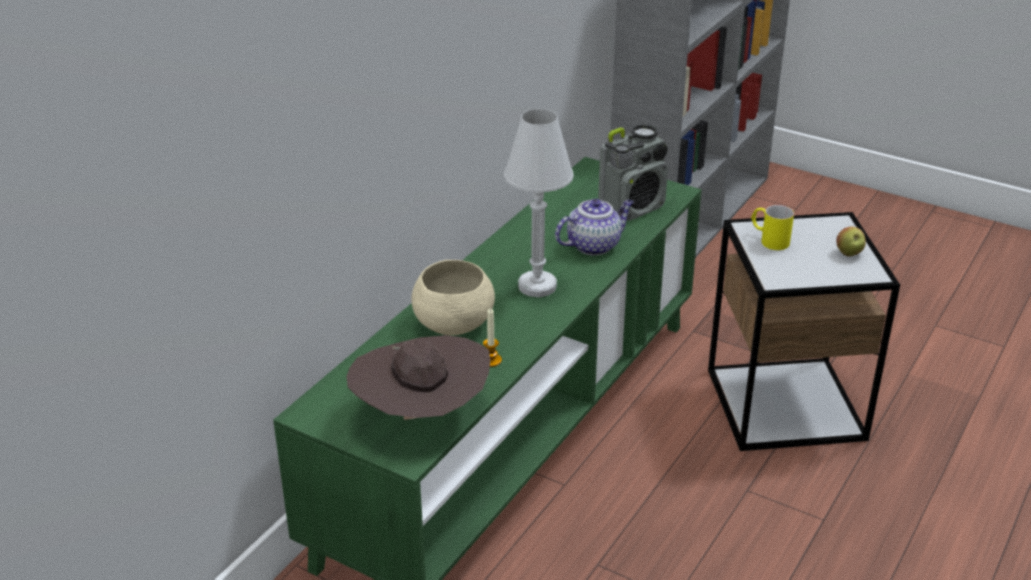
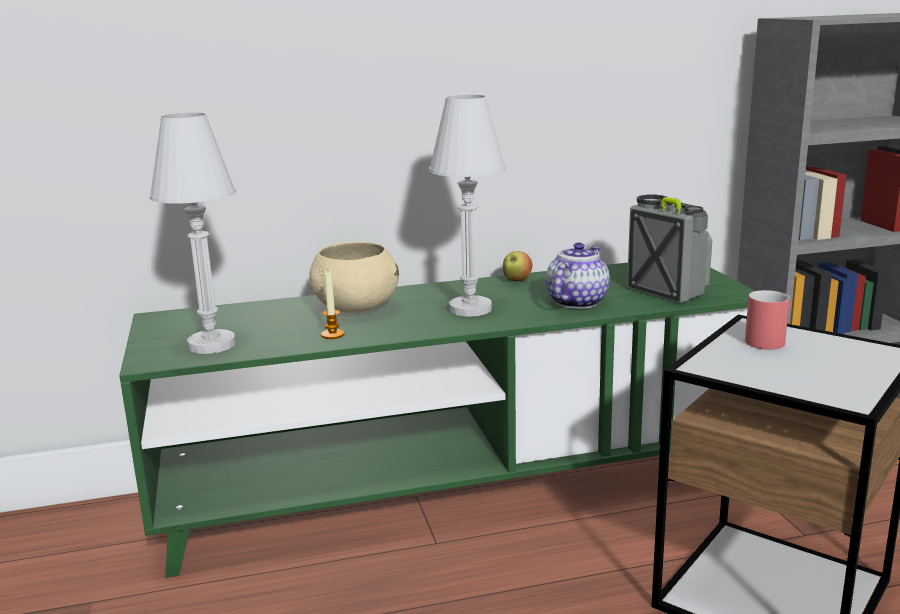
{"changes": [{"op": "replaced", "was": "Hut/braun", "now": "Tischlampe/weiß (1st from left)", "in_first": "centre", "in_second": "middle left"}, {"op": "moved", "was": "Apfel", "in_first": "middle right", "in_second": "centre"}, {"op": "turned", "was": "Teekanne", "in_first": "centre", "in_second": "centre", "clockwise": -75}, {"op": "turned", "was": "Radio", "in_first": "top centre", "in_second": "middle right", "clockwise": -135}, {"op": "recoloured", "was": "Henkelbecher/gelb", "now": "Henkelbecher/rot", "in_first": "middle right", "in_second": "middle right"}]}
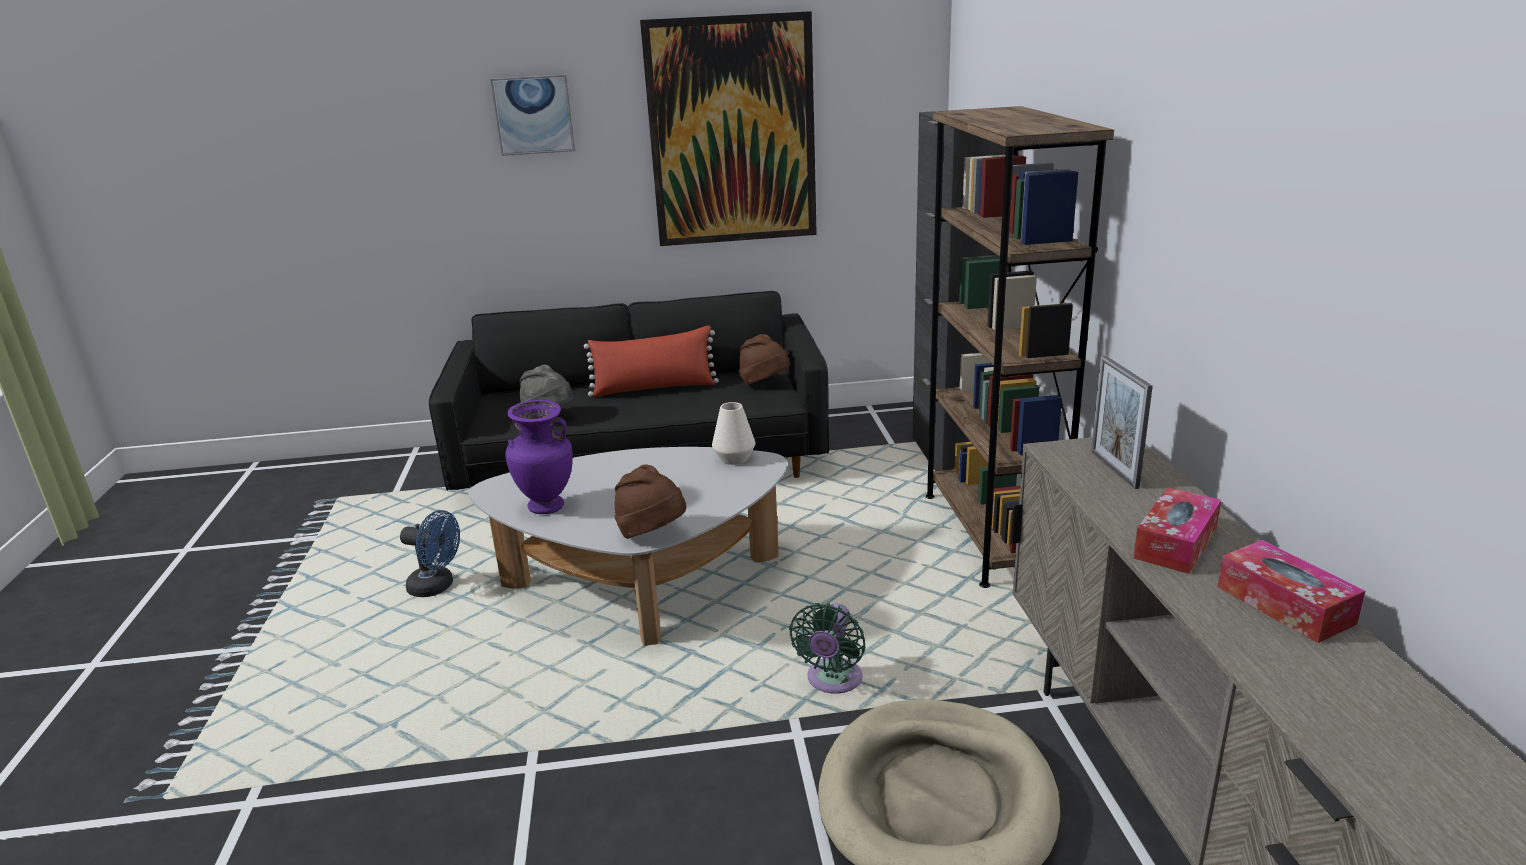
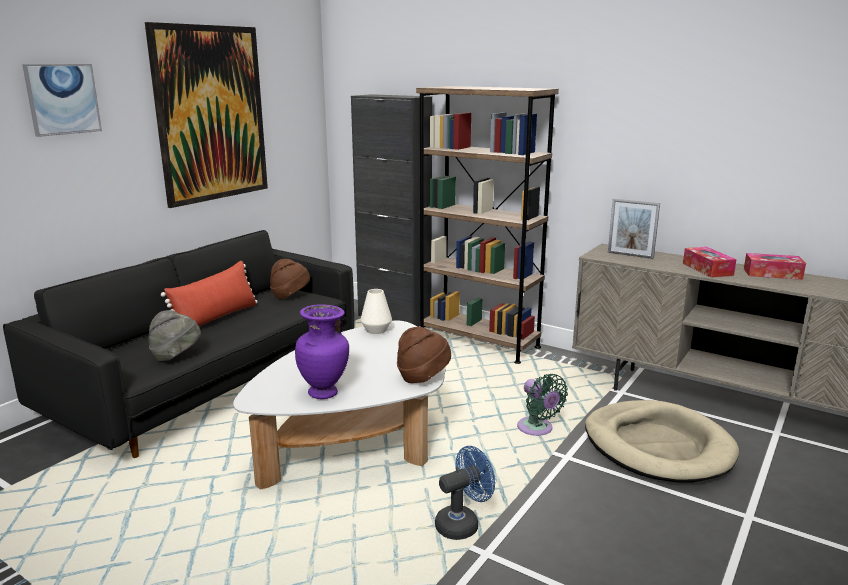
{"changes": [{"op": "moved", "was": "Ventilator/blau", "in_first": "middle left", "in_second": "bottom centre"}]}
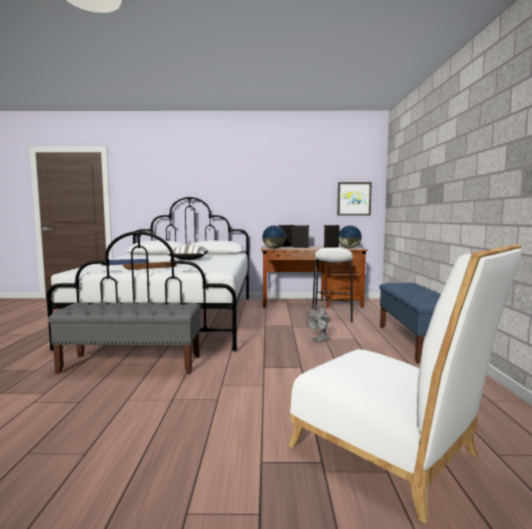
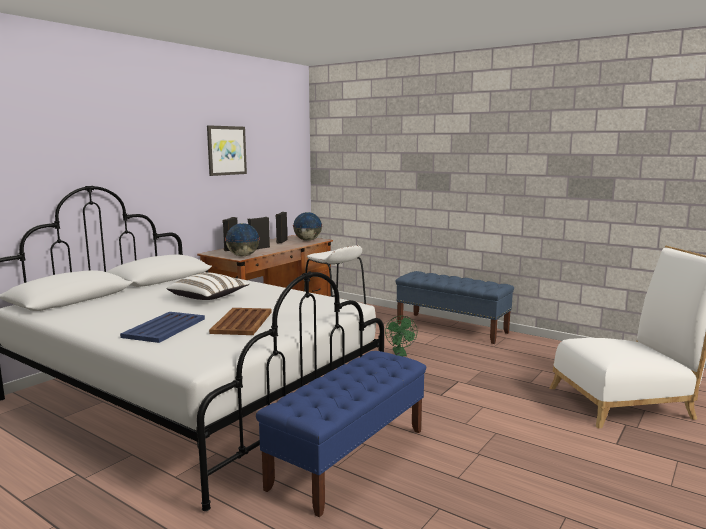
{"changes": [{"op": "moved", "was": "Bild", "in_first": "centre", "in_second": "top left"}, {"op": "recoloured", "was": "Bank/grau", "now": "Bank/blau (1st from left)", "in_first": "middle left", "in_second": "bottom centre"}, {"op": "recoloured", "was": "Ventilator/grau", "now": "Ventilator/grün", "in_first": "centre", "in_second": "centre"}]}
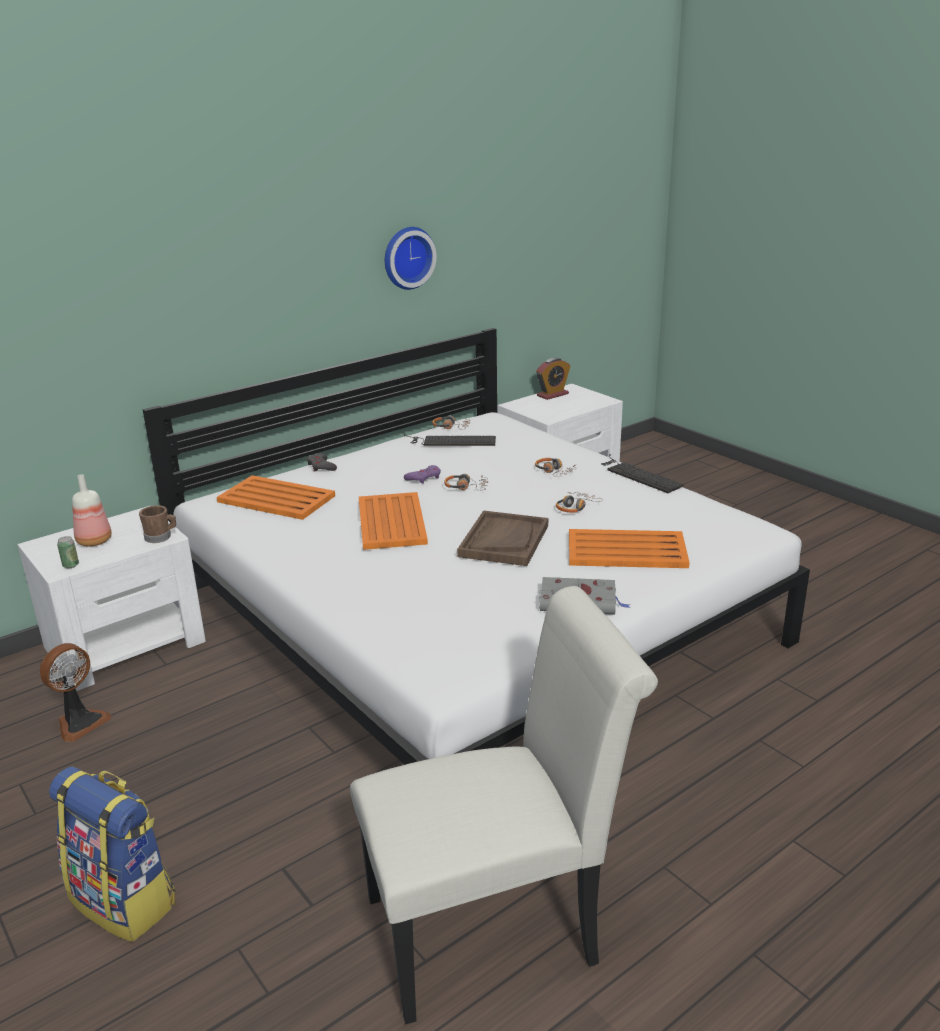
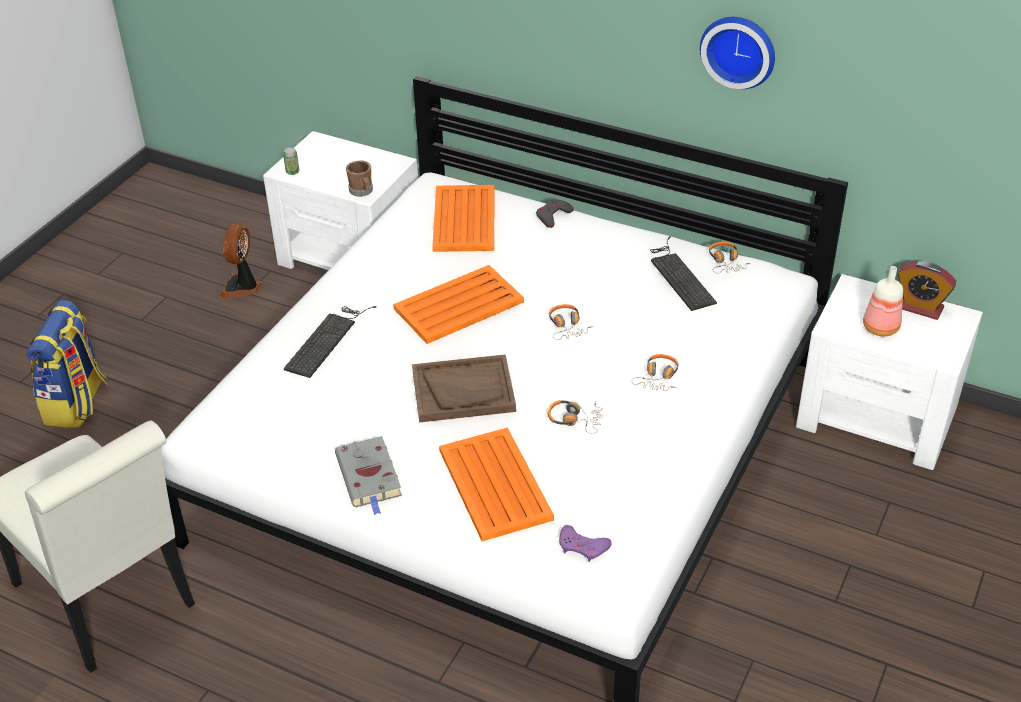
{"changes": [{"op": "turned", "was": "Ventilator", "in_first": "bottom left", "in_second": "middle left", "clockwise": 90}, {"op": "moved", "was": "Tastatur (2nd from left in the first image)", "now": "Tastatur (1st from left)", "in_first": "middle right", "in_second": "middle left"}, {"op": "moved", "was": "Gamepad/lila", "in_first": "centre", "in_second": "bottom centre"}, {"op": "moved", "was": "Flasche", "in_first": "middle left", "in_second": "middle right"}]}
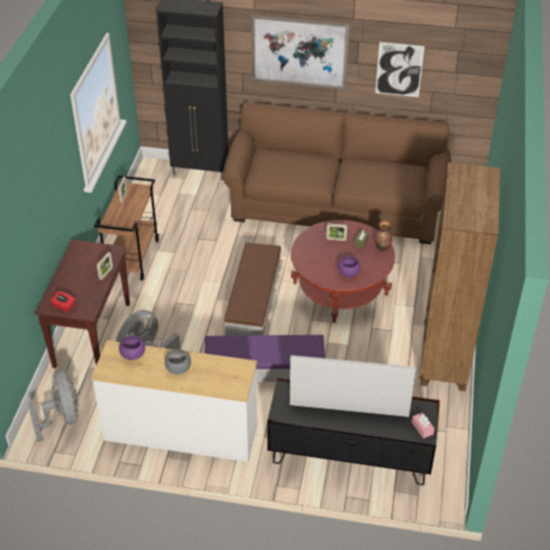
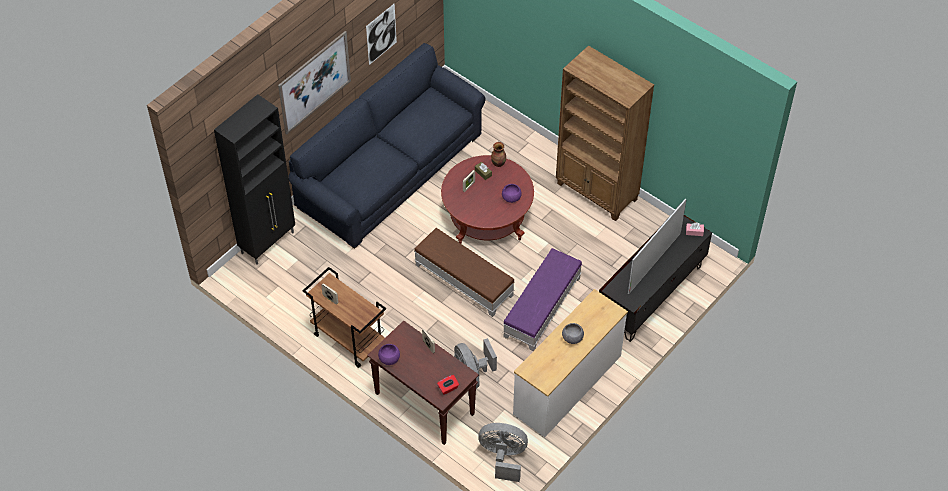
{"changes": [{"op": "recoloured", "was": "Sofa/braun", "now": "Sofa/blau", "in_first": "top centre", "in_second": "top centre"}, {"op": "moved", "was": "Schüssel/lila (1st from left)", "in_first": "middle left", "in_second": "bottom centre"}]}
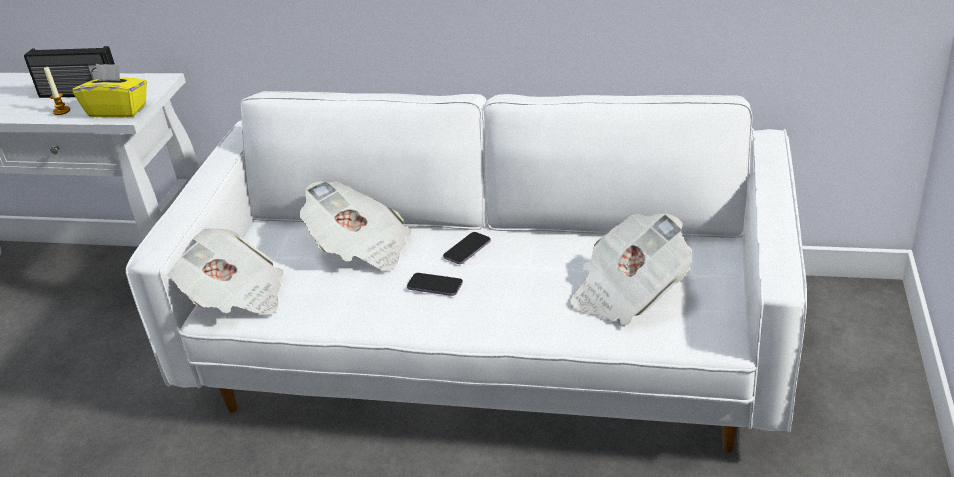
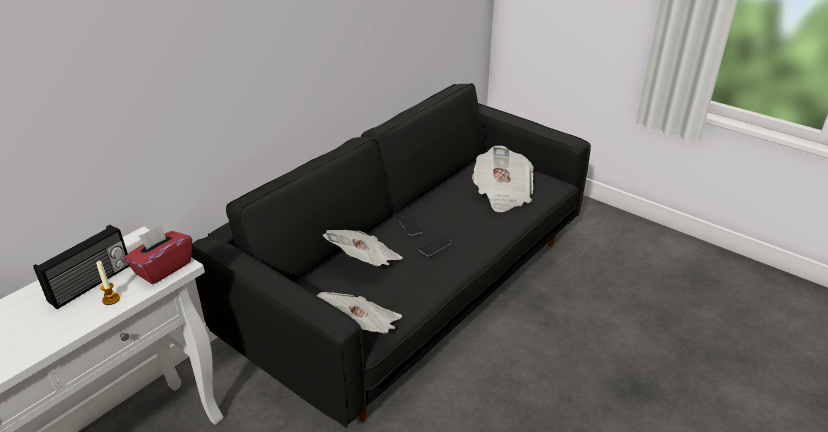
{"changes": [{"op": "recoloured", "was": "Taschentuchbox/gelb", "now": "Taschentuchbox/rot", "in_first": "top left", "in_second": "middle left"}, {"op": "recoloured", "was": "Sofa/weiß", "now": "Sofa/schwarz", "in_first": "centre", "in_second": "centre"}]}
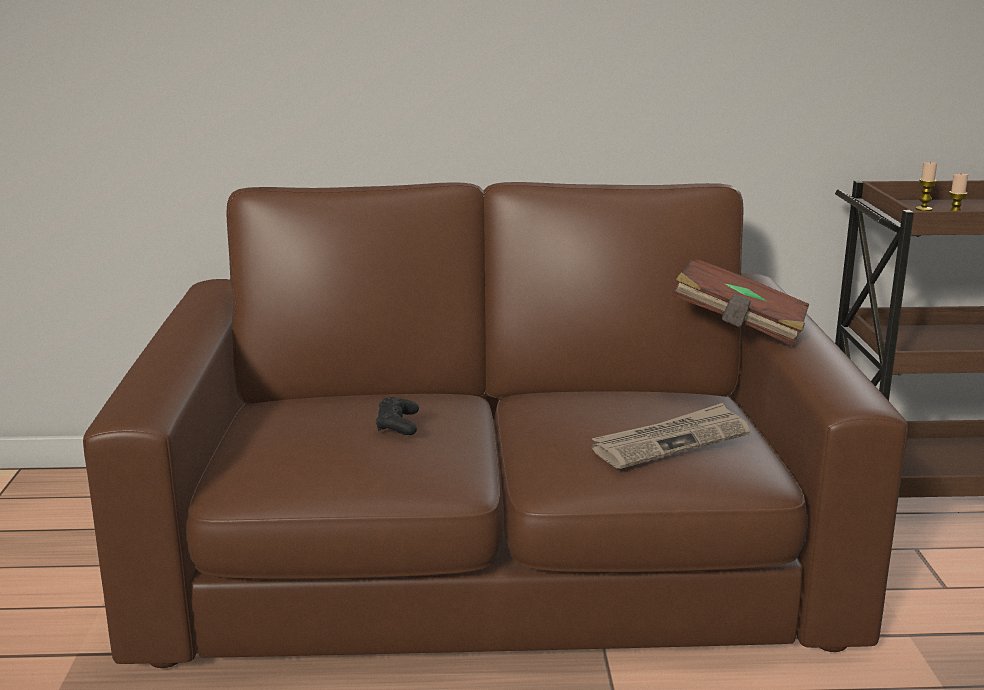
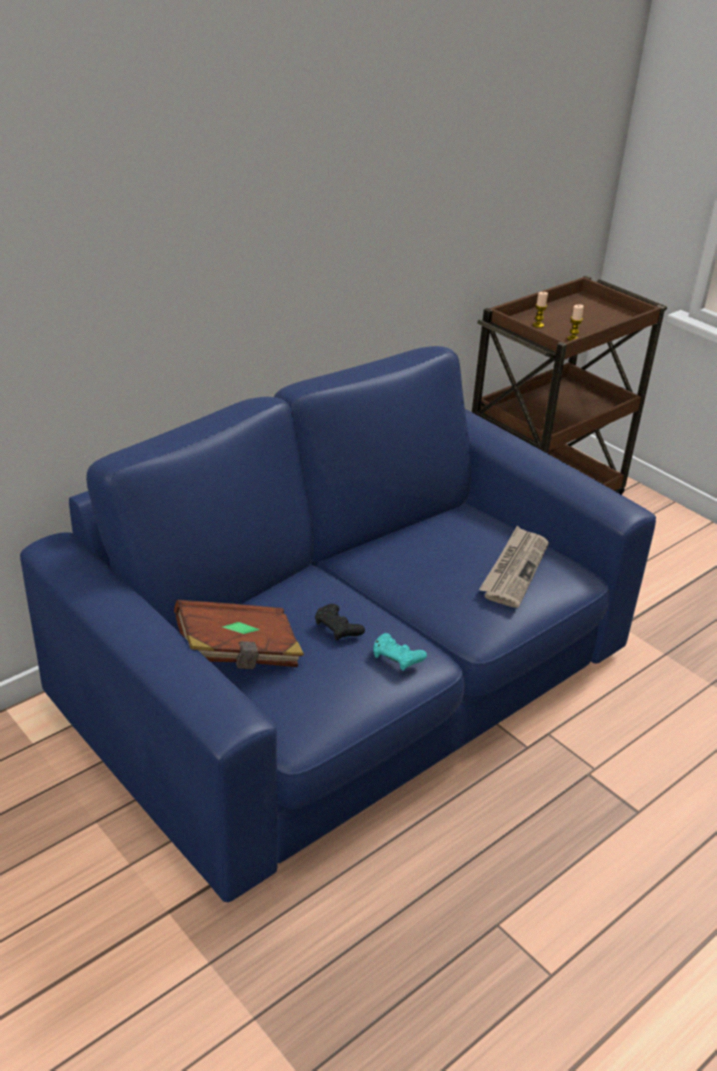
{"changes": [{"op": "recoloured", "was": "Sofa/braun", "now": "Sofa/blau", "in_first": "centre", "in_second": "centre"}, {"op": "moved", "was": "Buch/braun", "in_first": "middle right", "in_second": "centre"}, {"op": "added", "now": "Gamepad/türkis", "in_second": "centre"}]}
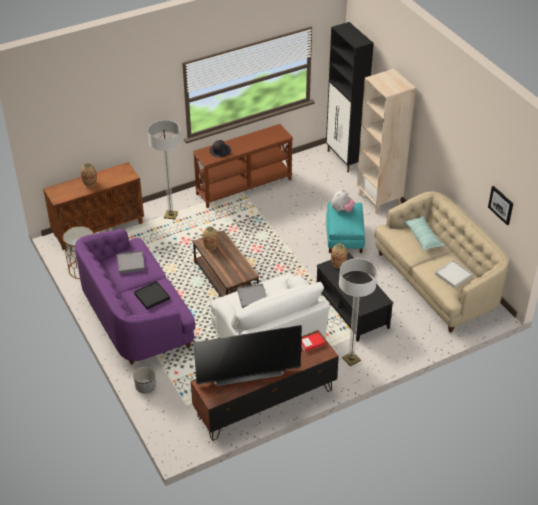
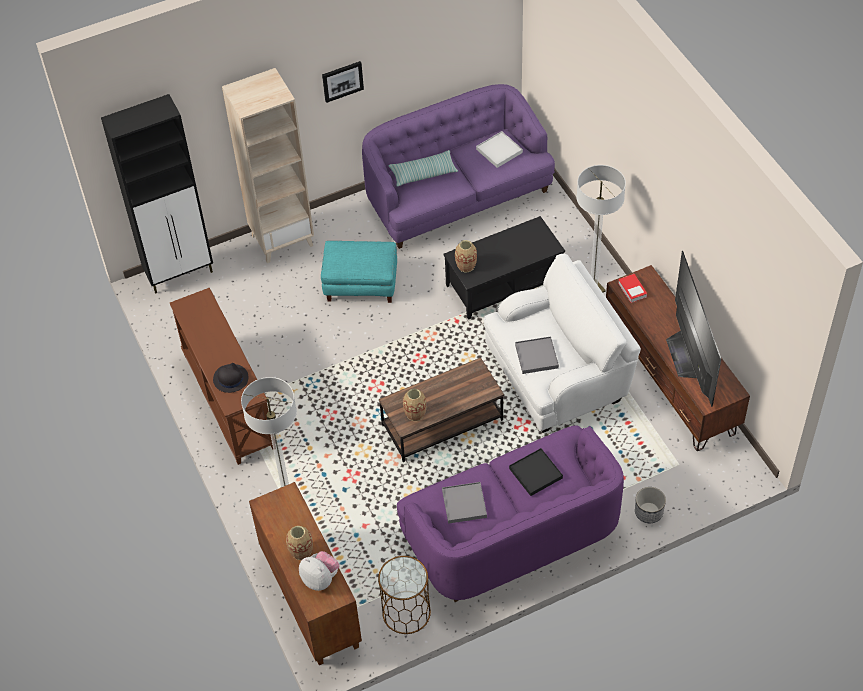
{"changes": [{"op": "moved", "was": "Plüschtier", "in_first": "centre", "in_second": "bottom centre"}, {"op": "moved", "was": "Bild", "in_first": "middle right", "in_second": "top centre"}, {"op": "recoloured", "was": "Sofa/beige", "now": "Sofa/lila (1st from left)", "in_first": "middle right", "in_second": "top centre"}]}
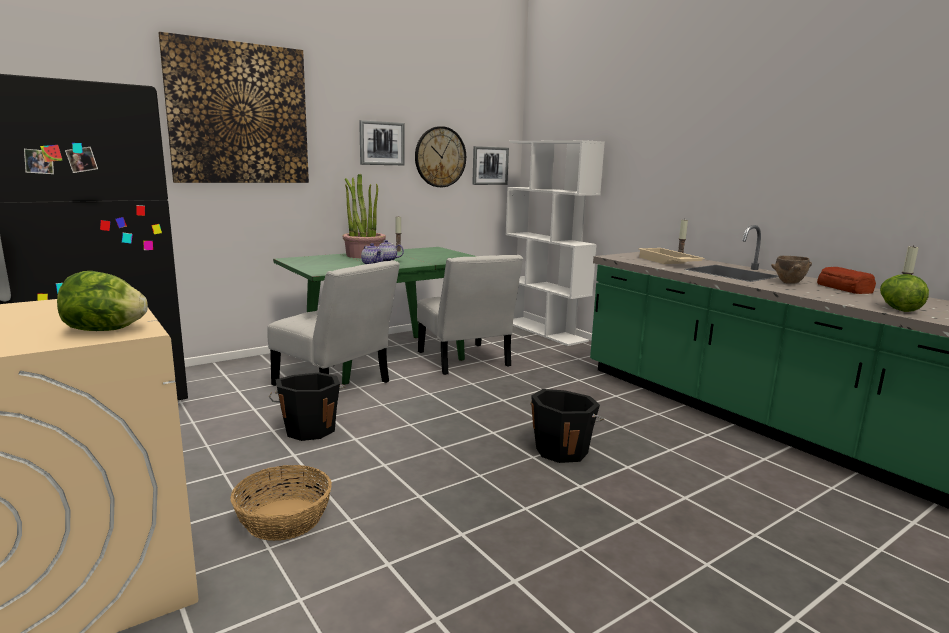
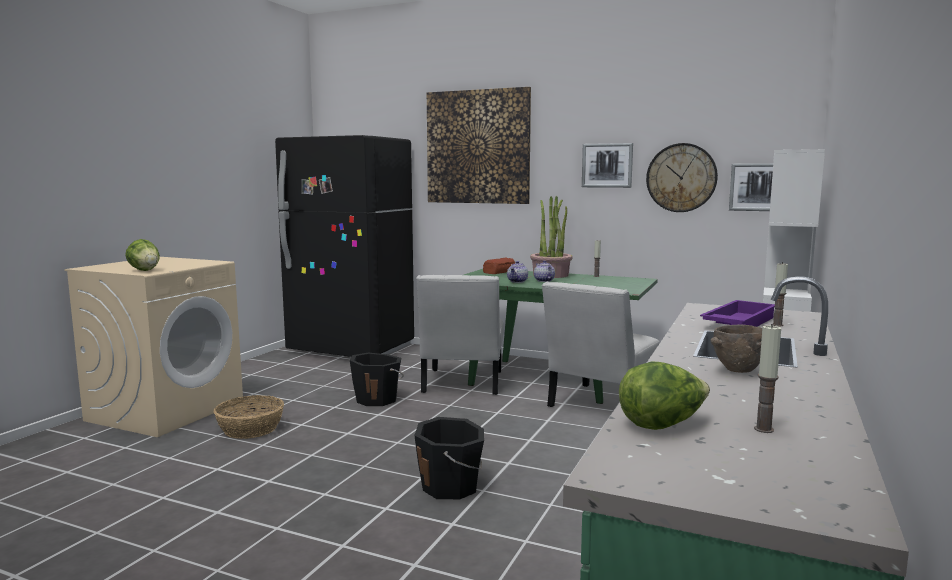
{"changes": [{"op": "moved", "was": "Brot", "in_first": "middle right", "in_second": "centre"}, {"op": "recoloured", "was": "Tablett/beige", "now": "Tablett/lila", "in_first": "middle right", "in_second": "middle right"}]}
